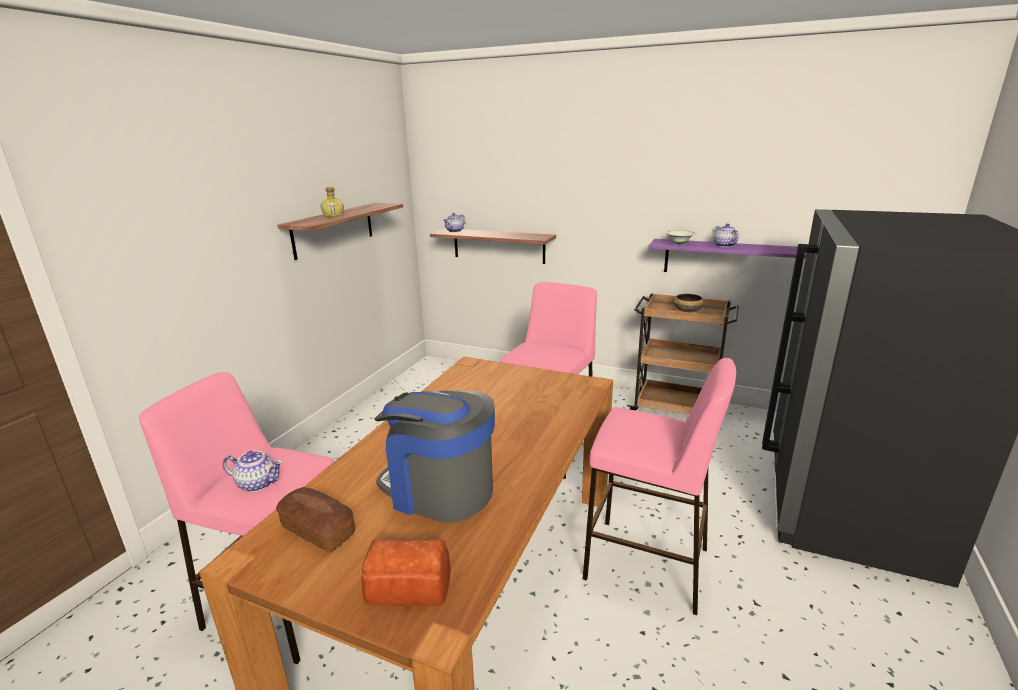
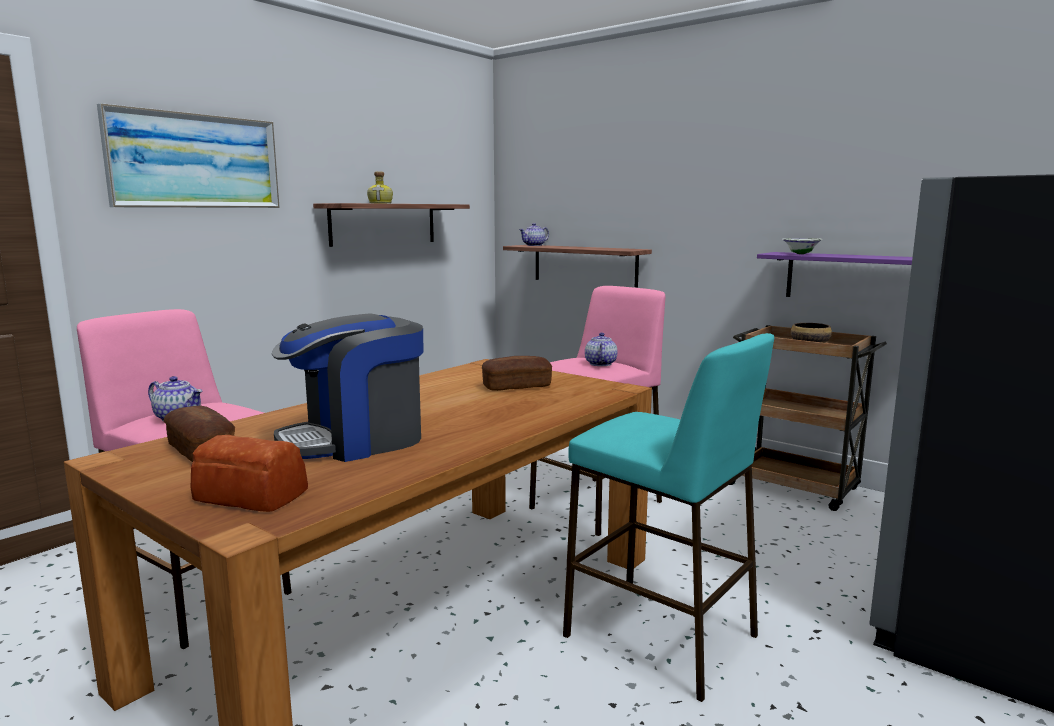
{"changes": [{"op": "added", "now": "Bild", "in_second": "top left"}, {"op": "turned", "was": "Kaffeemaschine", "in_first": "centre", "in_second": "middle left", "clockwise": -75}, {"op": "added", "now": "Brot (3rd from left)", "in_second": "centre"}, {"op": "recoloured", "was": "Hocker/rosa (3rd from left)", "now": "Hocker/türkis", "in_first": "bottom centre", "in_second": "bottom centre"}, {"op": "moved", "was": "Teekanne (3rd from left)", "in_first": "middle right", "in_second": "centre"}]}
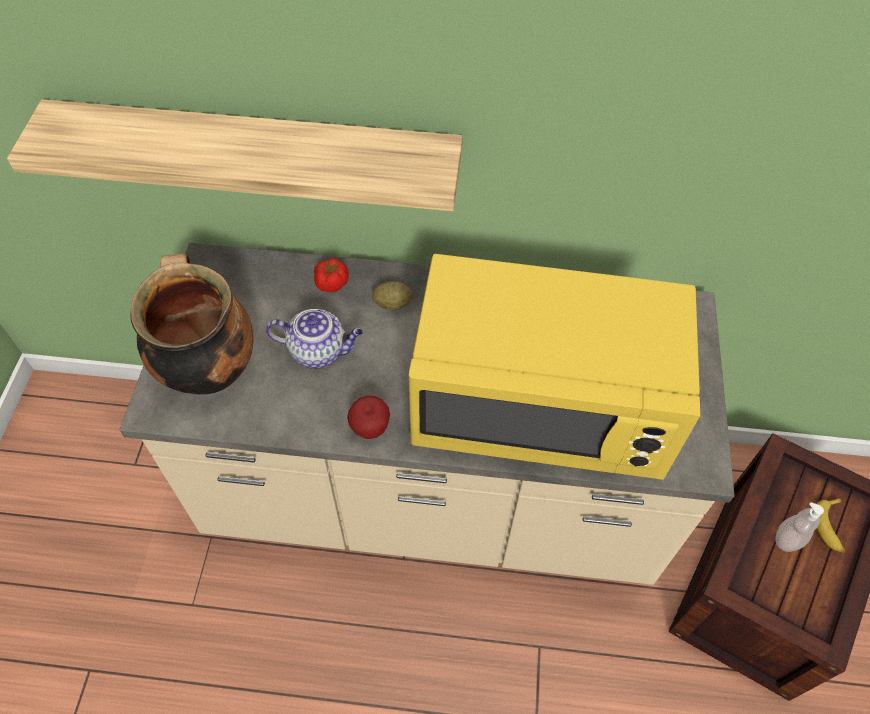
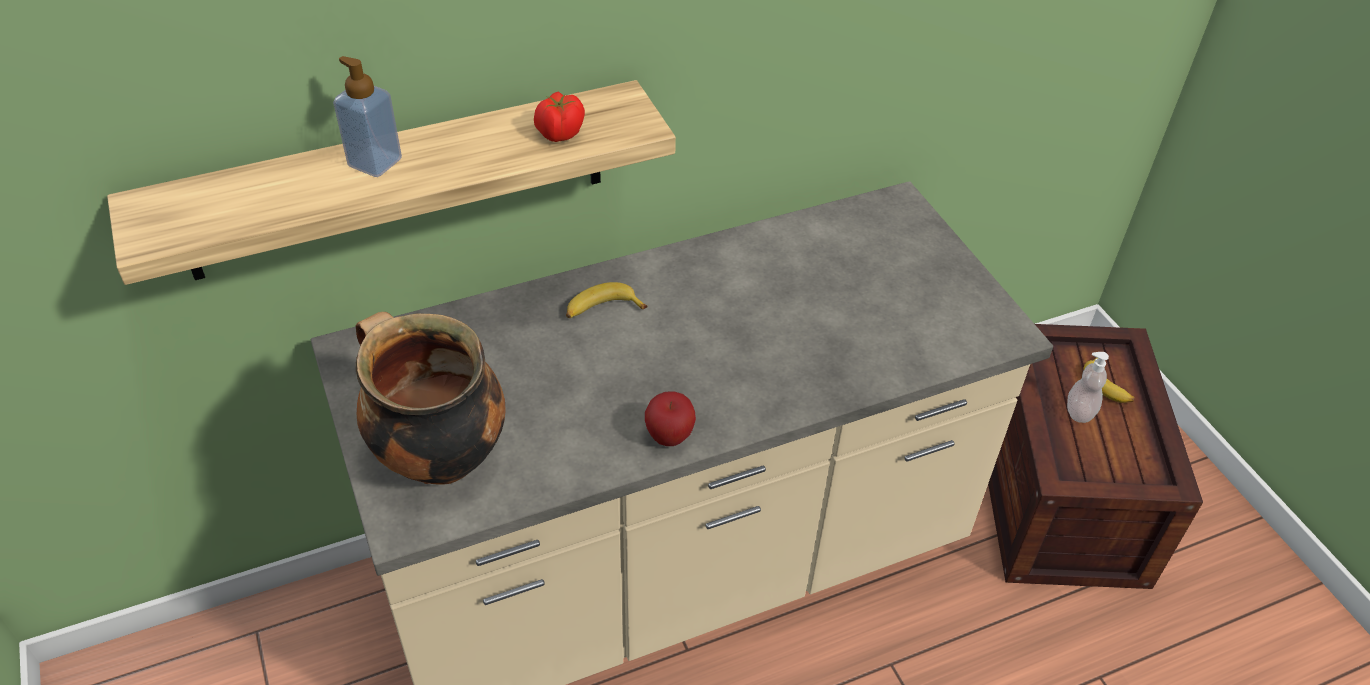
{"changes": [{"op": "added", "now": "Seifenspender (1st from left)", "in_second": "top left"}, {"op": "moved", "was": "Tomate", "in_first": "centre", "in_second": "top centre"}, {"op": "replaced", "was": "Kartoffel", "now": "Banane (1st from left)", "in_first": "centre", "in_second": "centre"}, {"op": "removed", "was": "Teekanne", "in_first": "centre"}, {"op": "removed", "was": "Mikrowelle/gelb", "in_first": "centre"}]}
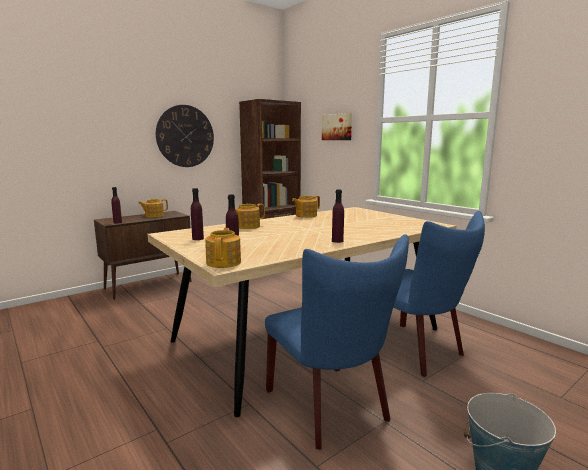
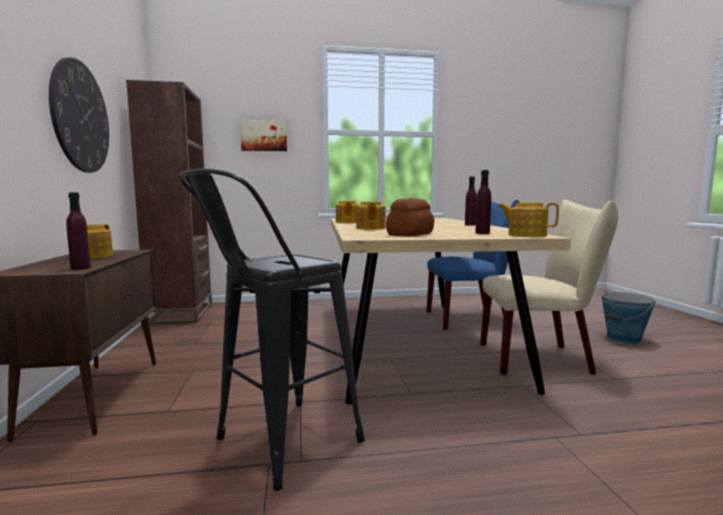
{"changes": [{"op": "added", "now": "Hocker/schwarz", "in_second": "centre"}, {"op": "replaced", "was": "Flasche/lila (2nd from left)", "now": "Brot", "in_first": "centre", "in_second": "centre"}, {"op": "recoloured", "was": "Stuhl/blau (1st from left)", "now": "Stuhl/beige", "in_first": "bottom centre", "in_second": "middle right"}]}
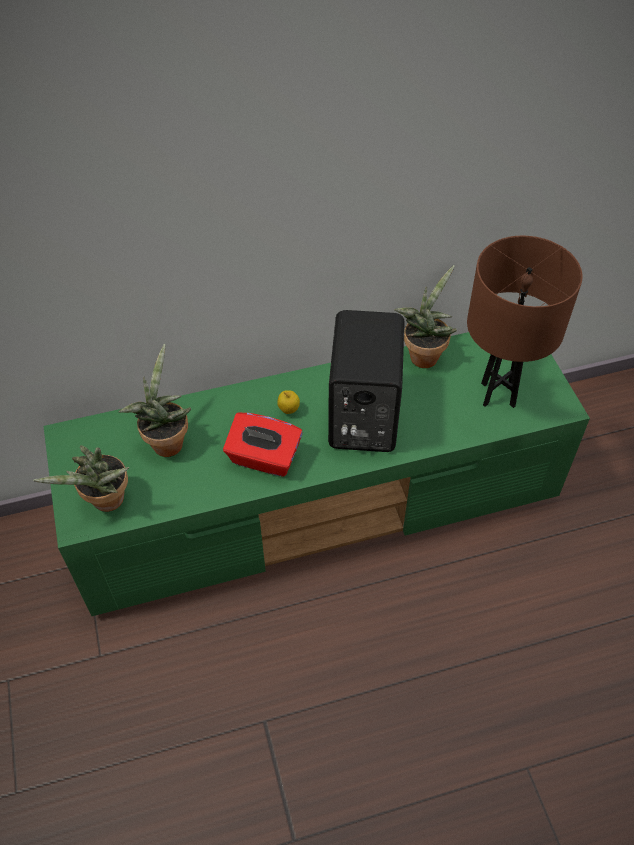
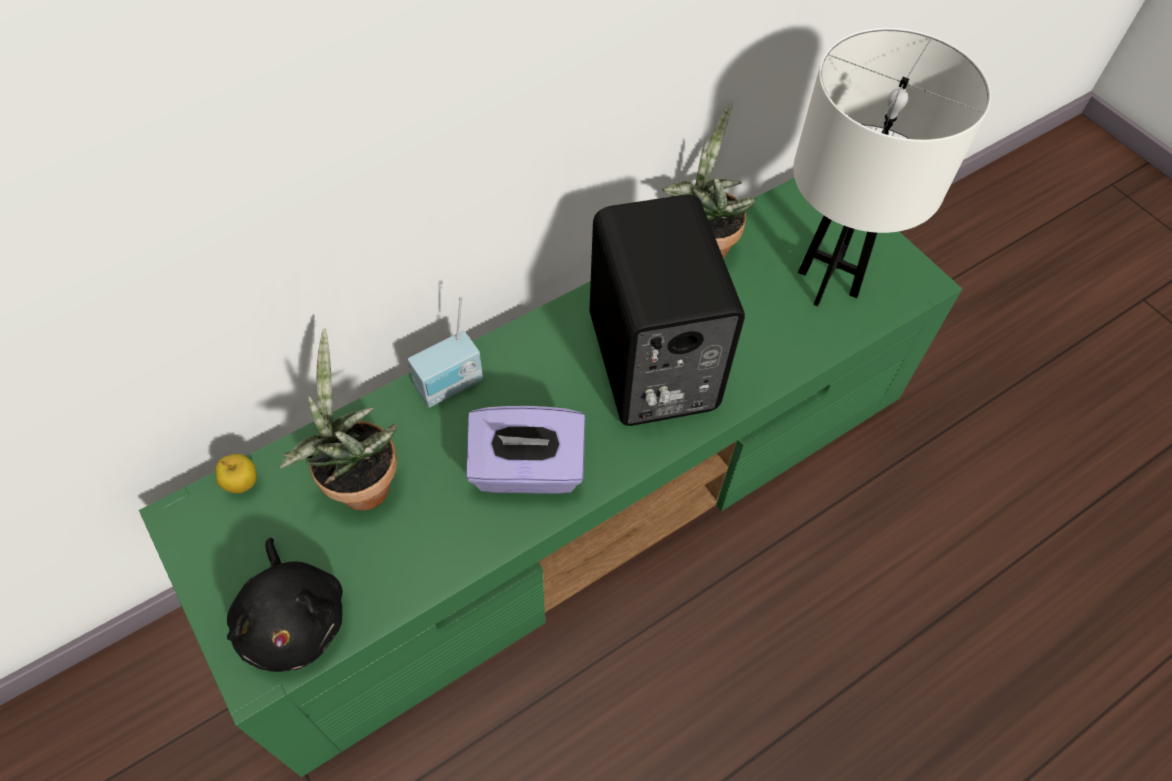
{"changes": [{"op": "moved", "was": "Apfel", "in_first": "centre", "in_second": "middle left"}, {"op": "replaced", "was": "Topfpflanze (1st from left)", "now": "Plüschtier/schwarz", "in_first": "middle left", "in_second": "bottom left"}, {"op": "added", "now": "Radio", "in_second": "centre"}, {"op": "recoloured", "was": "Taschentuchbox/rot", "now": "Taschentuchbox/lila", "in_first": "centre", "in_second": "centre"}, {"op": "recoloured", "was": "Tischlampe/braun", "now": "Tischlampe/weiß", "in_first": "middle right", "in_second": "top right"}]}
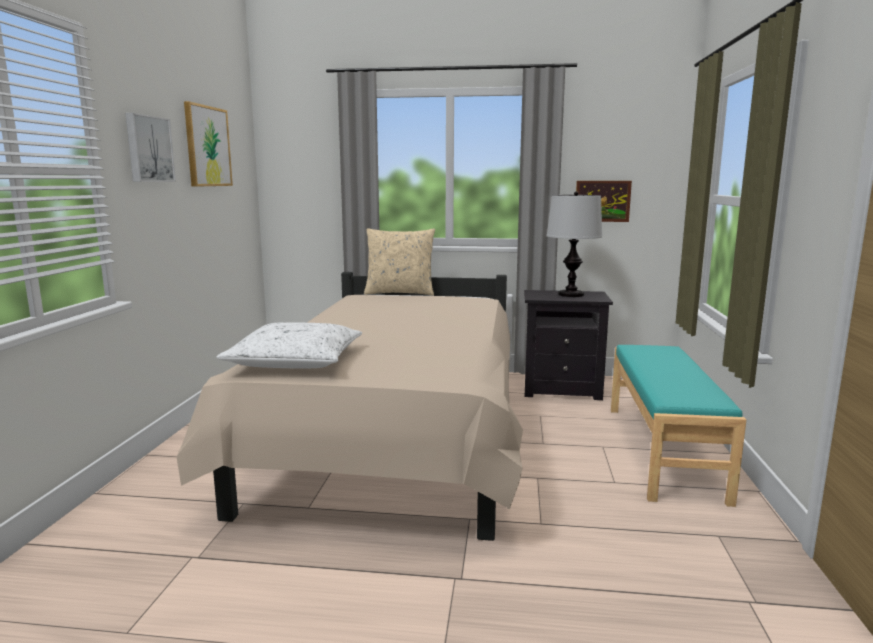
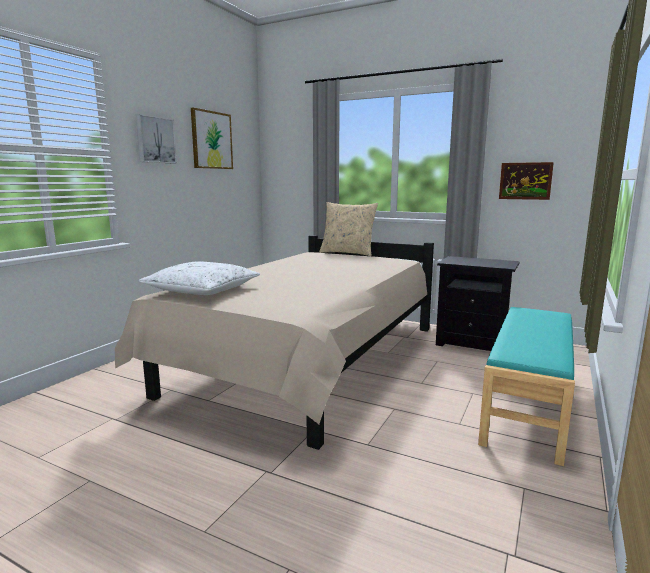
{"changes": [{"op": "removed", "was": "Tischlampe", "in_first": "centre"}]}
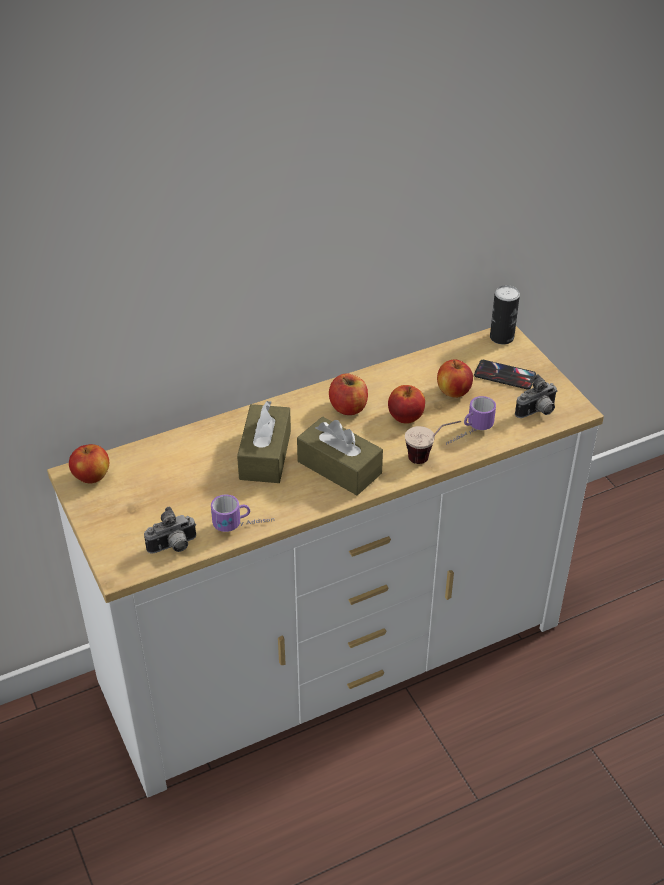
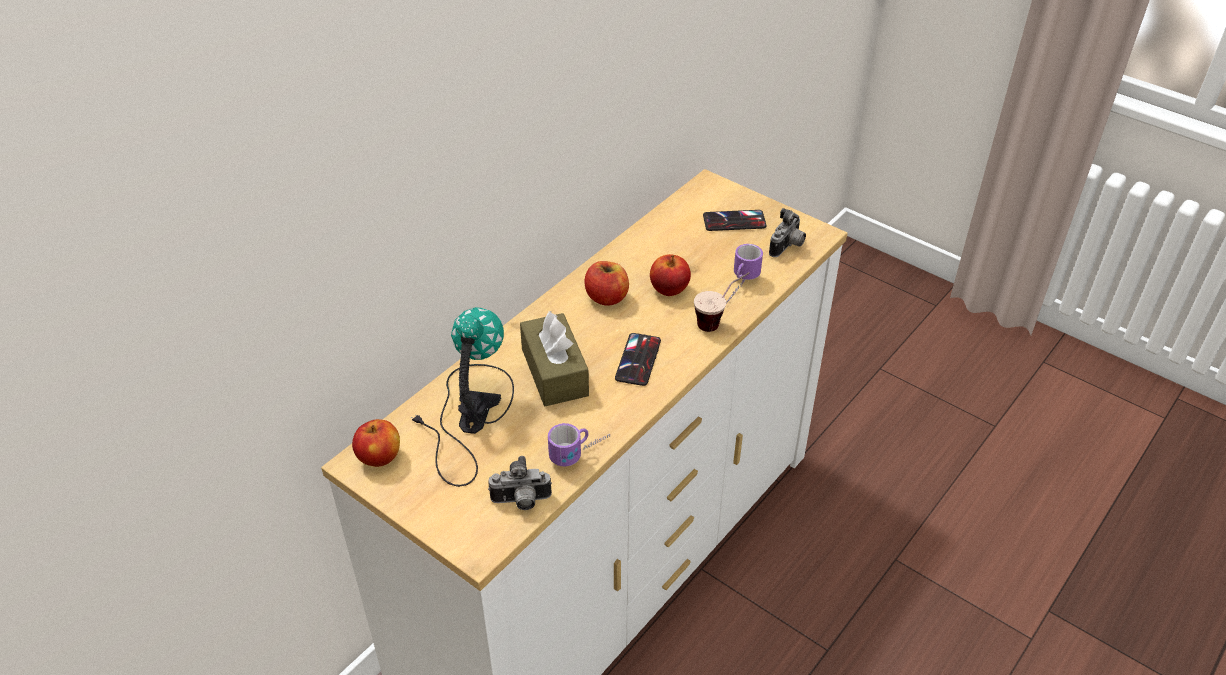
{"changes": [{"op": "added", "now": "Tischlampe", "in_second": "centre"}, {"op": "turned", "was": "Kamera (1st from left)", "in_first": "middle left", "in_second": "bottom centre", "clockwise": 45}, {"op": "replaced", "was": "Taschentuchbox/braun (2nd from left)", "now": "Handy (1st from left)", "in_first": "centre", "in_second": "centre"}, {"op": "removed", "was": "Apfel (4th from left)", "in_first": "middle right"}, {"op": "removed", "was": "Dose", "in_first": "middle right"}]}
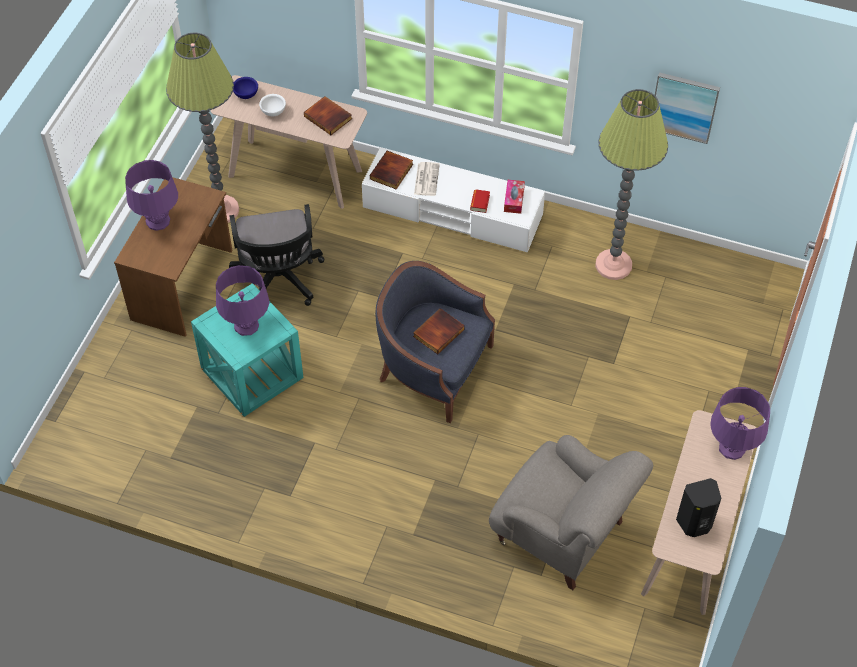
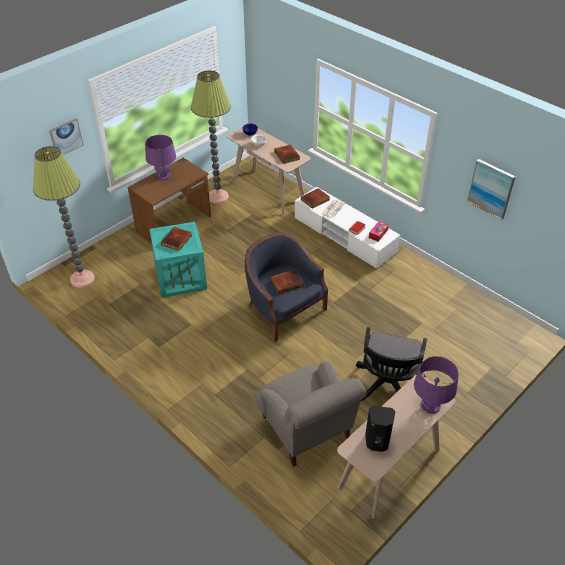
{"changes": [{"op": "moved", "was": "Stehlampe (2nd from left in the first image)", "now": "Stehlampe (1st from left)", "in_first": "top right", "in_second": "middle left"}, {"op": "added", "now": "Bild (1st from left)", "in_second": "top left"}, {"op": "replaced", "was": "Tischlampe/lila (2nd from left)", "now": "Buch (1st from left)", "in_first": "middle left", "in_second": "middle left"}, {"op": "moved", "was": "Bürostuhl/schwarz", "in_first": "middle left", "in_second": "middle right"}]}
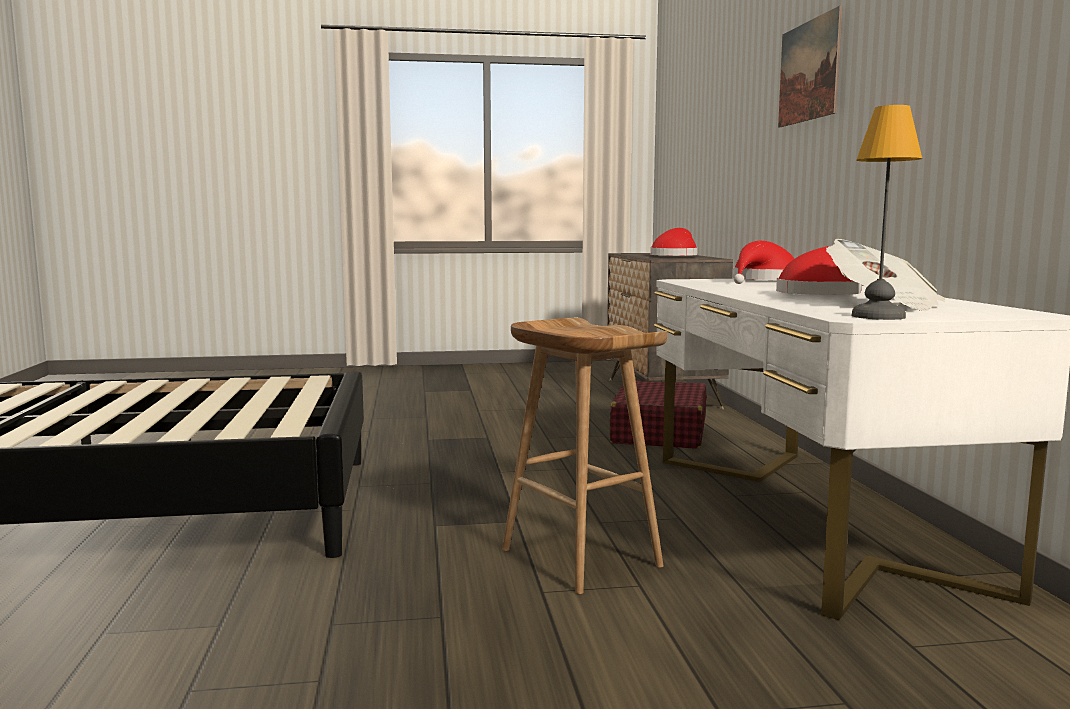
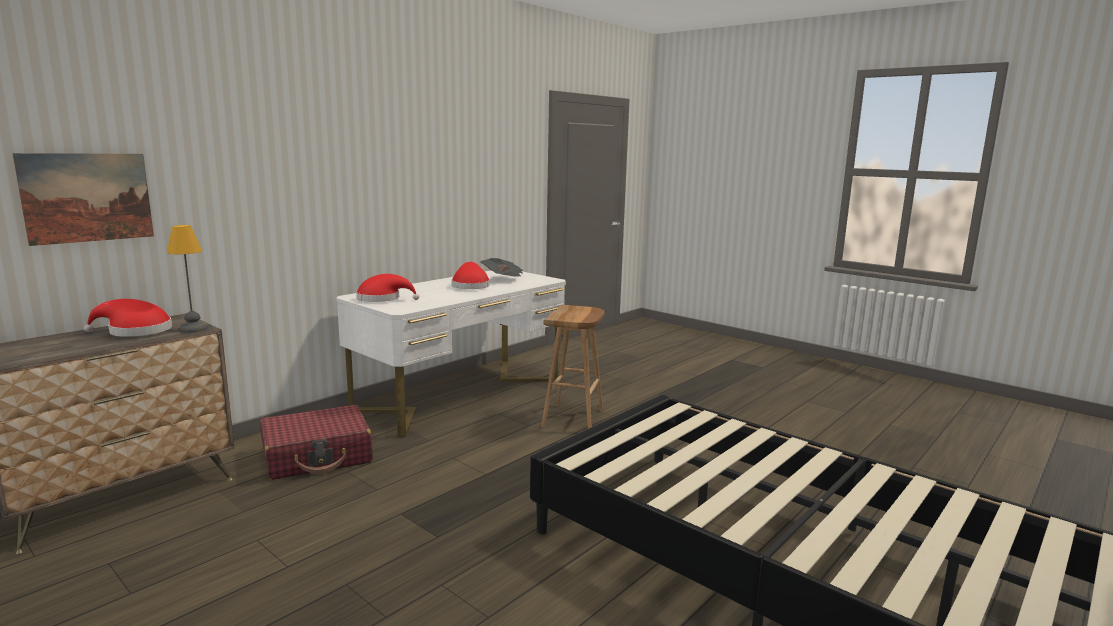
{"changes": [{"op": "moved", "was": "Bild", "in_first": "top right", "in_second": "top left"}, {"op": "moved", "was": "Tischlampe", "in_first": "top right", "in_second": "middle left"}]}
